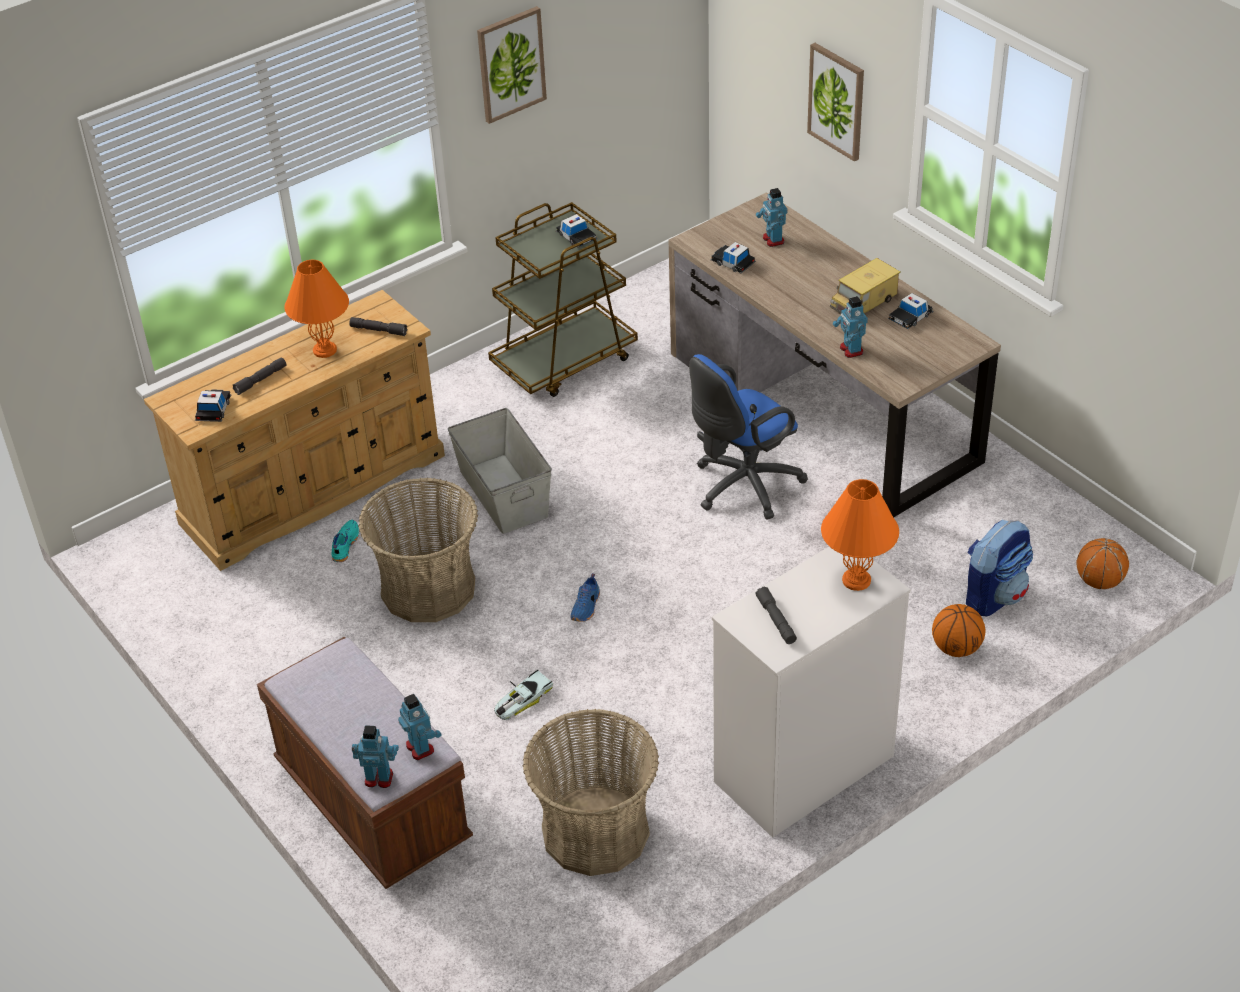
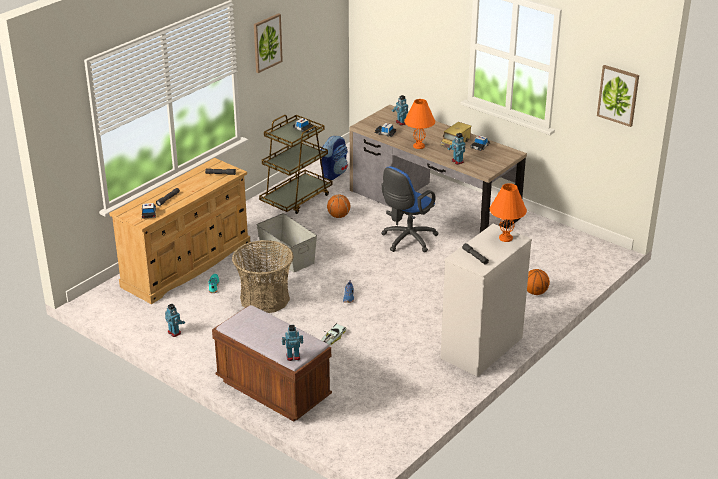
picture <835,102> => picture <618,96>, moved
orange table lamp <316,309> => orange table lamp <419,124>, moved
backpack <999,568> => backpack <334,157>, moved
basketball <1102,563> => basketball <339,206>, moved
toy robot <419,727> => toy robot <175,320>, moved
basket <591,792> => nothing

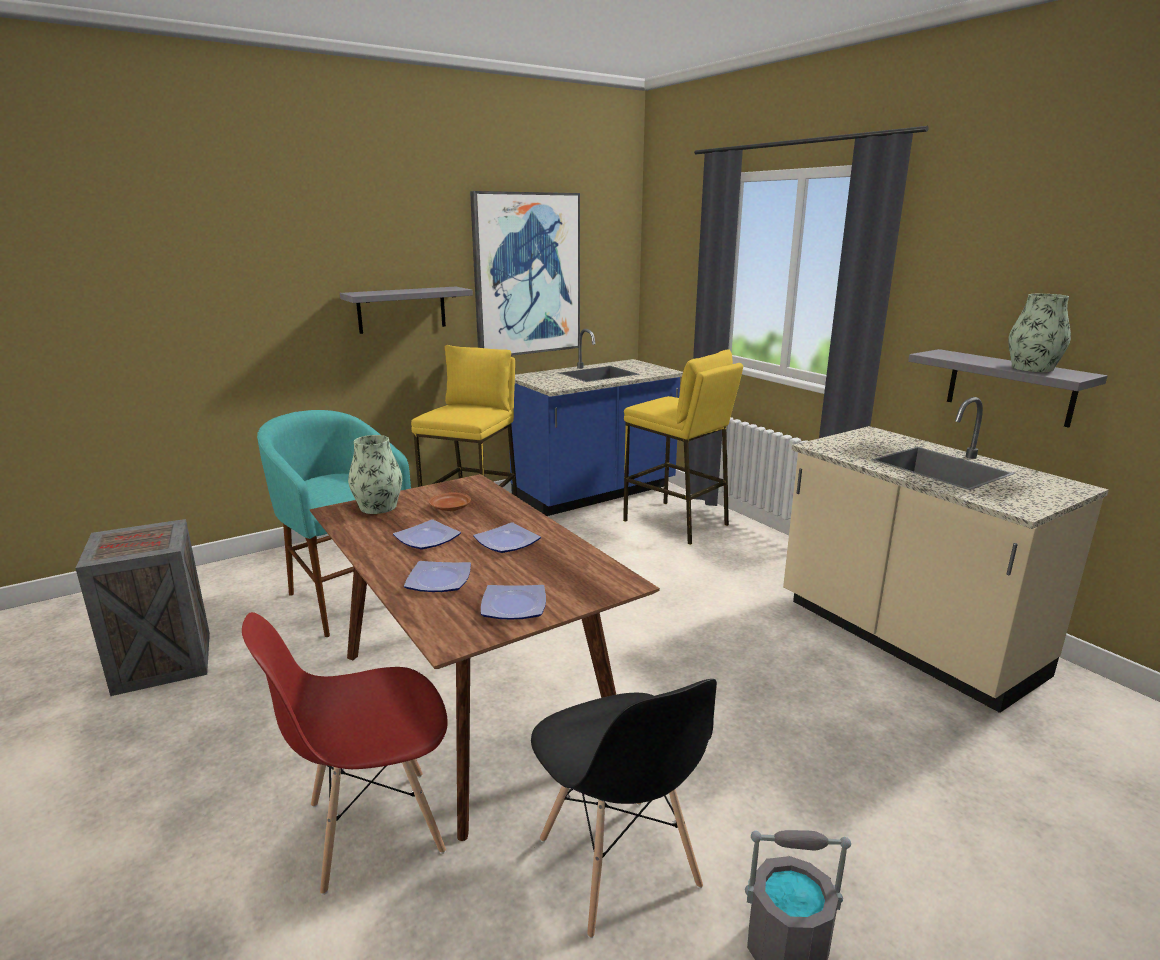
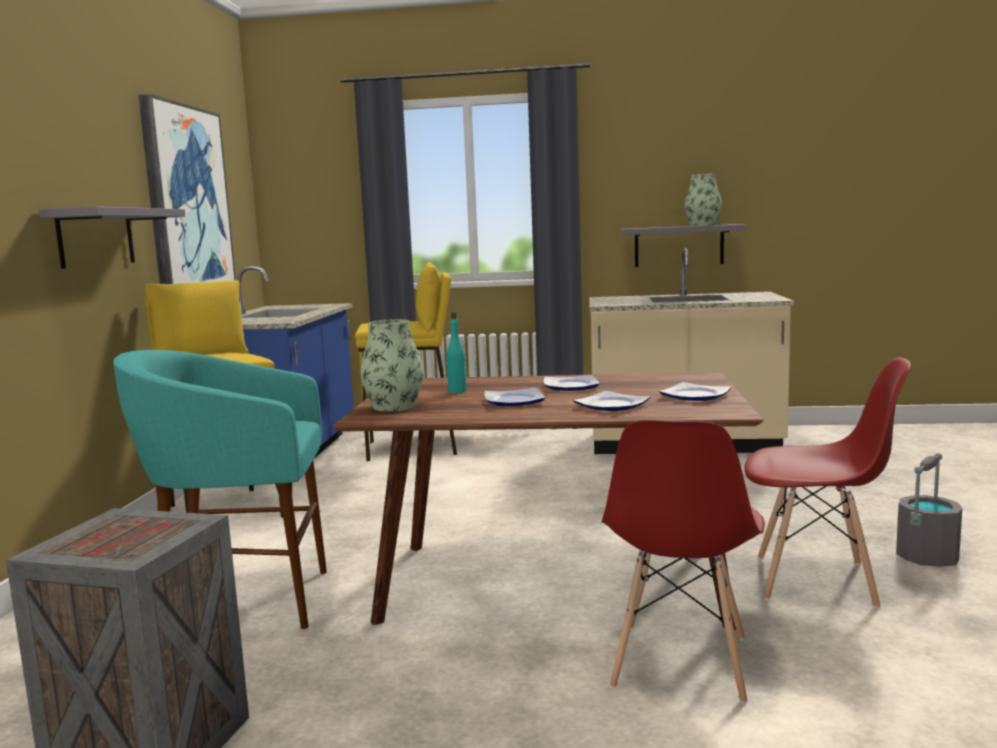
brown plate <450,501> => turquoise bottle <456,352>
black chair <624,808> => red chair <827,483>

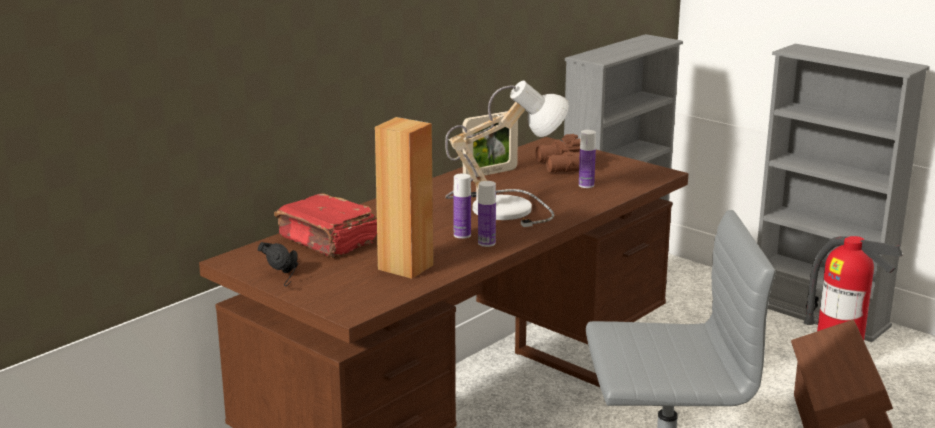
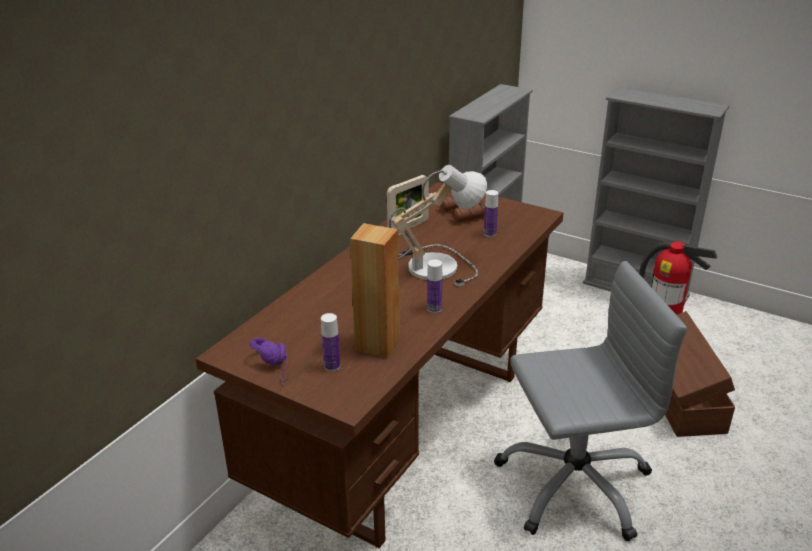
bottle <462,206> => bottle <330,342>, moved
red book <325,225> => nothing
black headphones <277,264> => purple headphones <269,360>

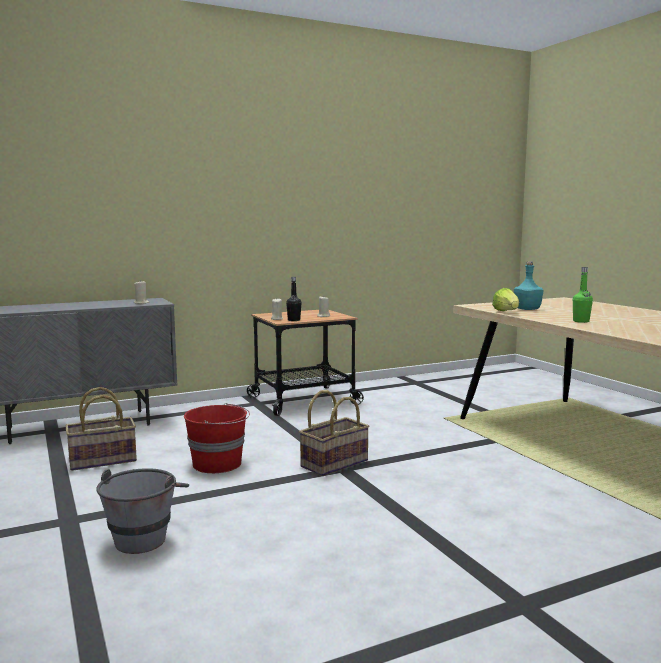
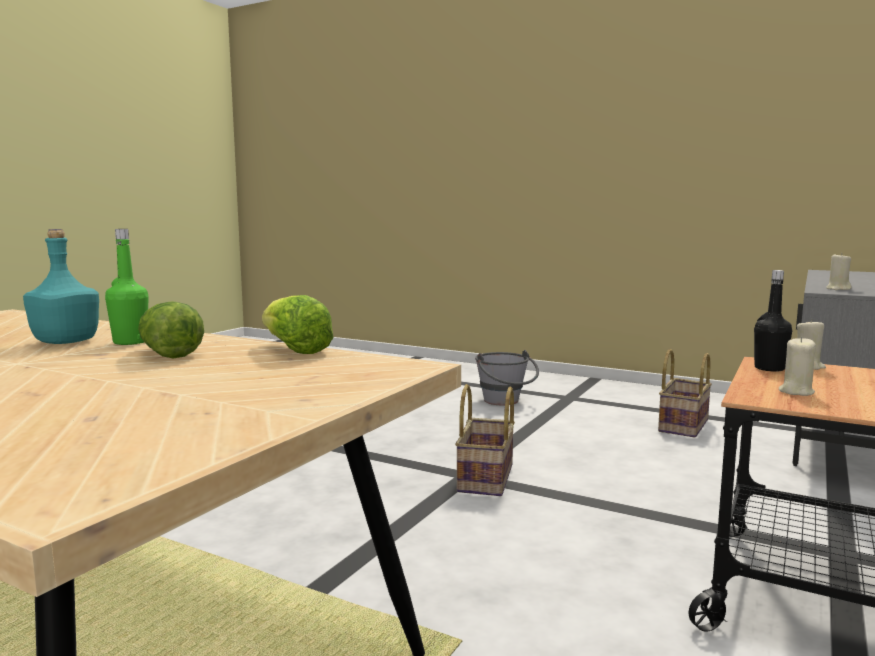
turquoise bottle <528,285> => turquoise bottle <61,286>, moved
red bucket <217,438> => nothing
nothing => lettuce <171,330>

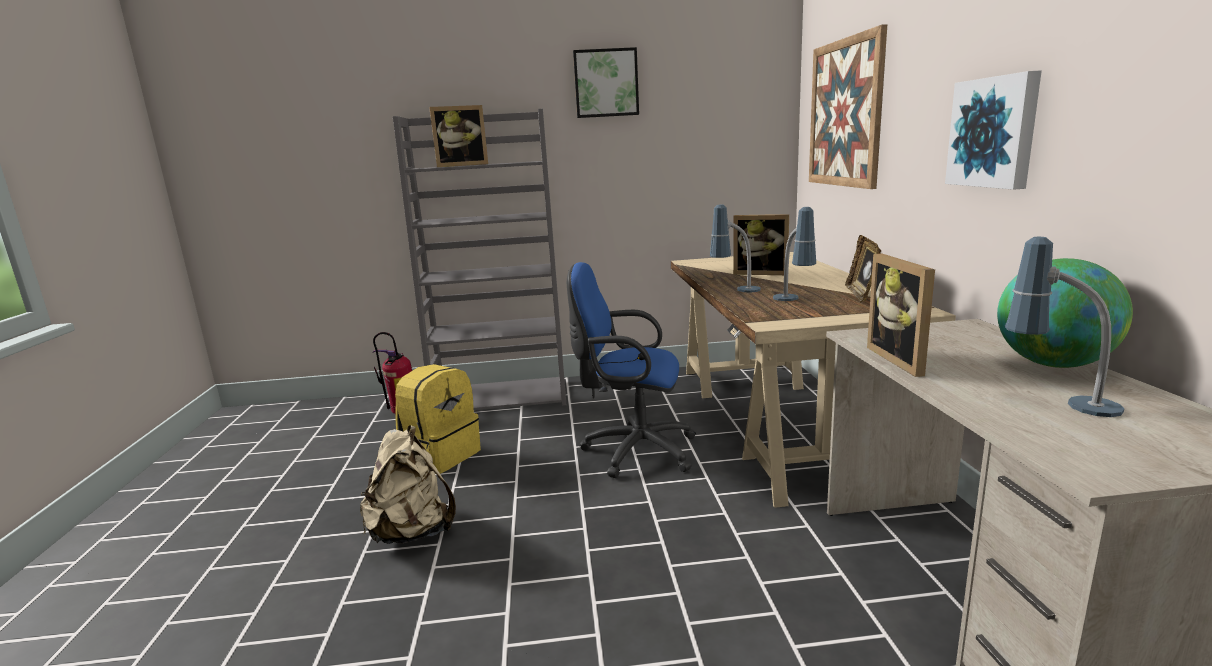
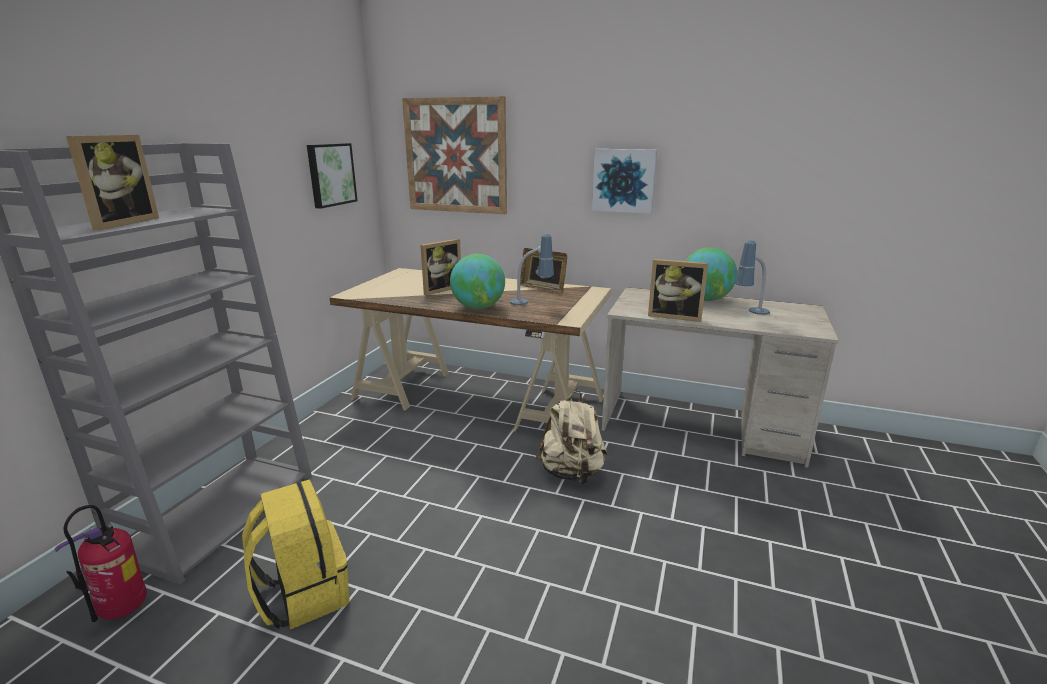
picture <606,82> => picture <332,176>, moved
table lamp <735,248> => globe <477,281>
blue office chair <631,370> => nothing
beige backpack <408,484> => beige backpack <572,437>, moved

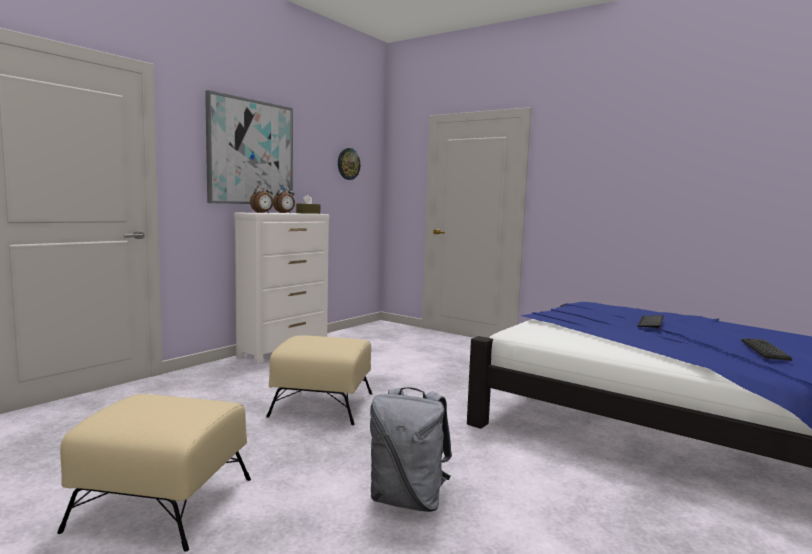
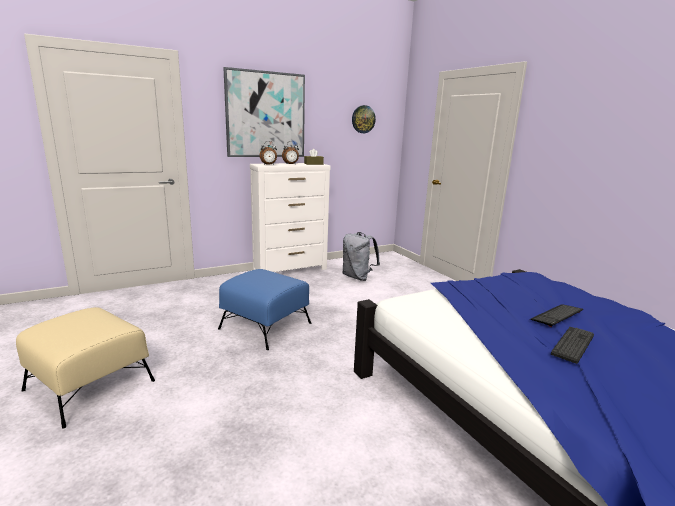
beige ottoman <319,380> => blue ottoman <264,309>
keyboard <766,349> => keyboard <572,345>, moved
grey backpack <411,449> => grey backpack <361,256>, moved

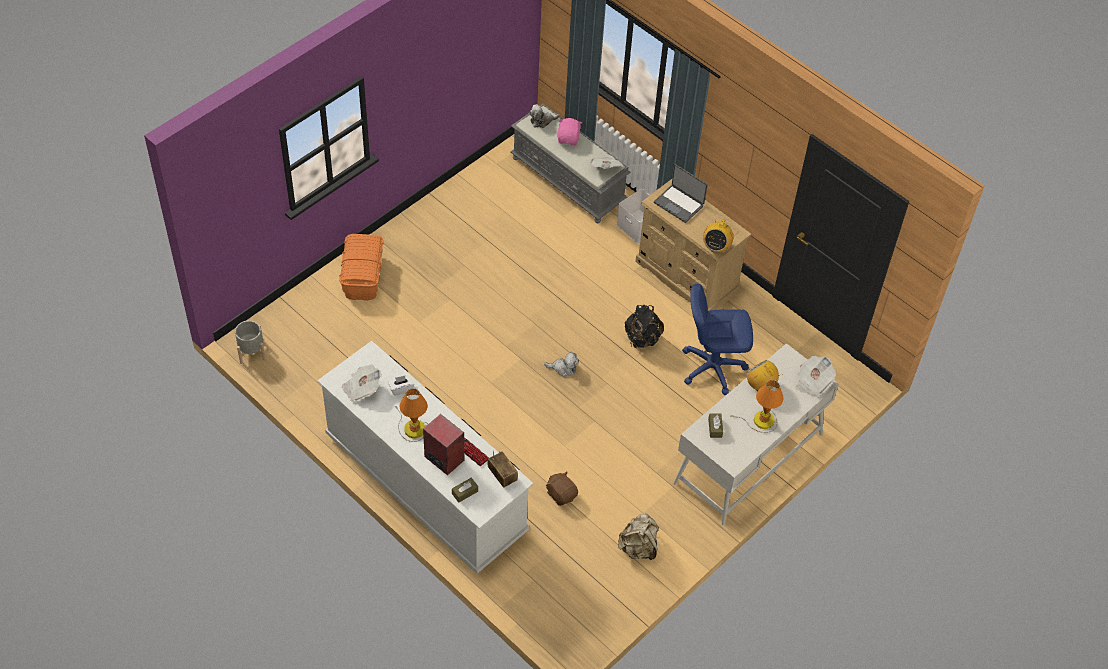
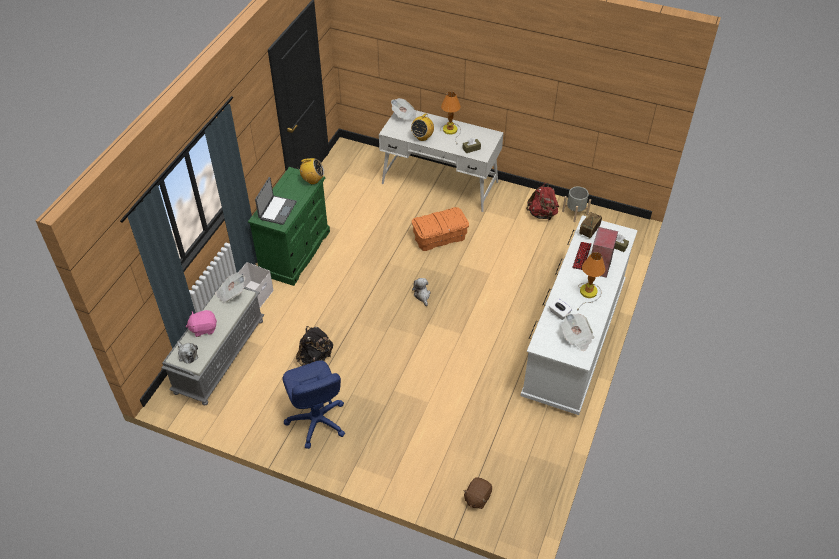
beige dresser <693,244> => green dresser <289,226>
orange storage box <361,267> => orange storage box <440,229>, moved
blue office chair <717,339> => blue office chair <314,404>, moved
black backpack <644,327> => black backpack <314,346>, moved
grey planter <250,342> => grey planter <576,204>, moved
brown plush toy <562,488> => brown plush toy <477,493>, moved
beige backpack <638,536> => red backpack <542,201>

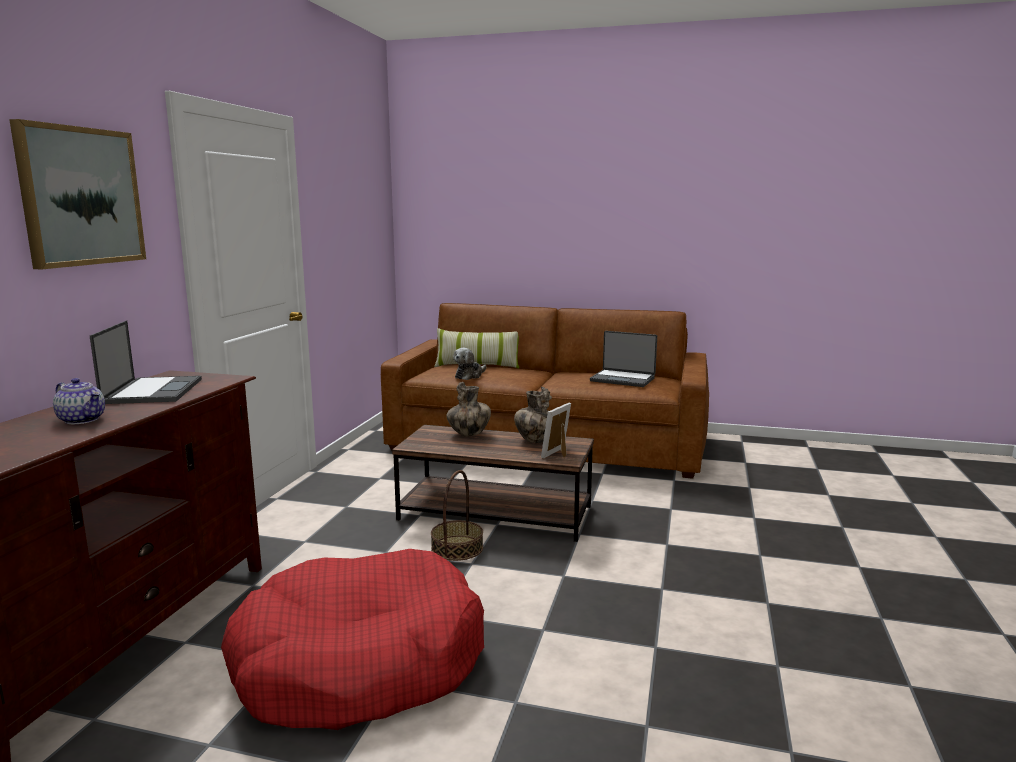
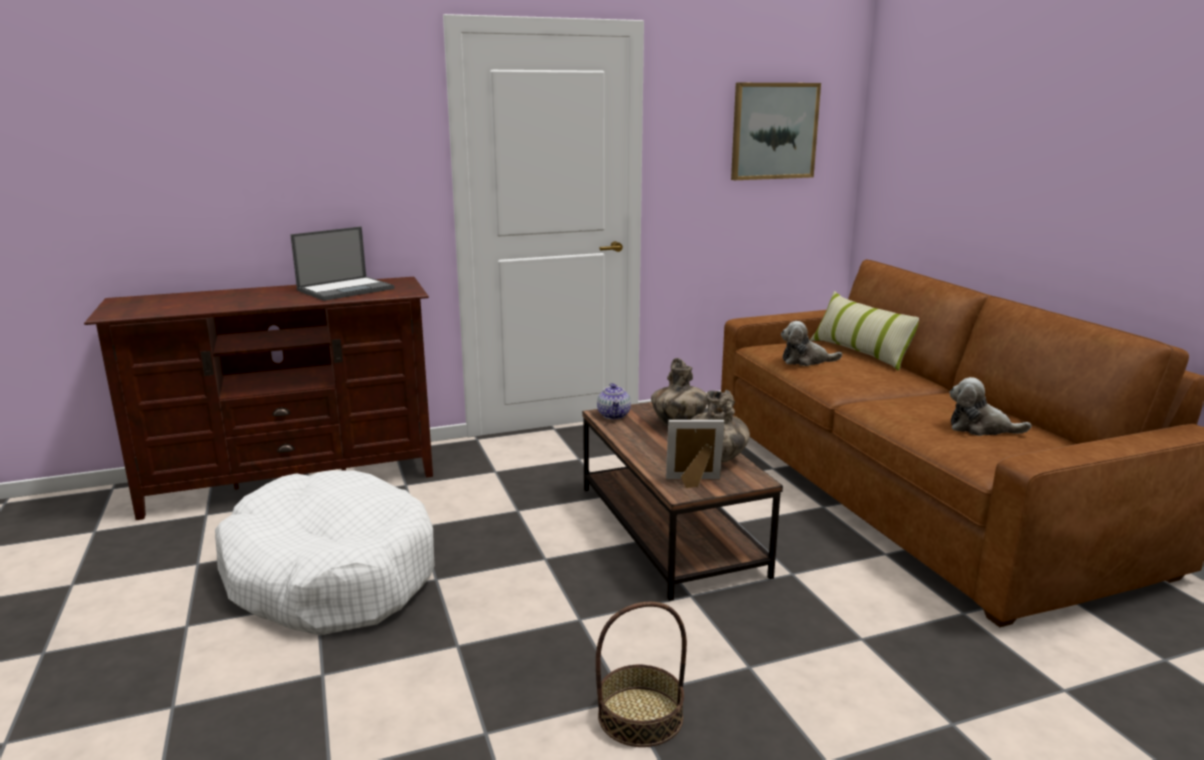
picture <77,194> => picture <776,131>, moved
laptop <623,359> => plush toy <990,406>
teapot <79,401> => teapot <614,401>, moved
basket <457,515> => basket <641,674>, moved
red dog bed <352,639> => white dog bed <325,553>

